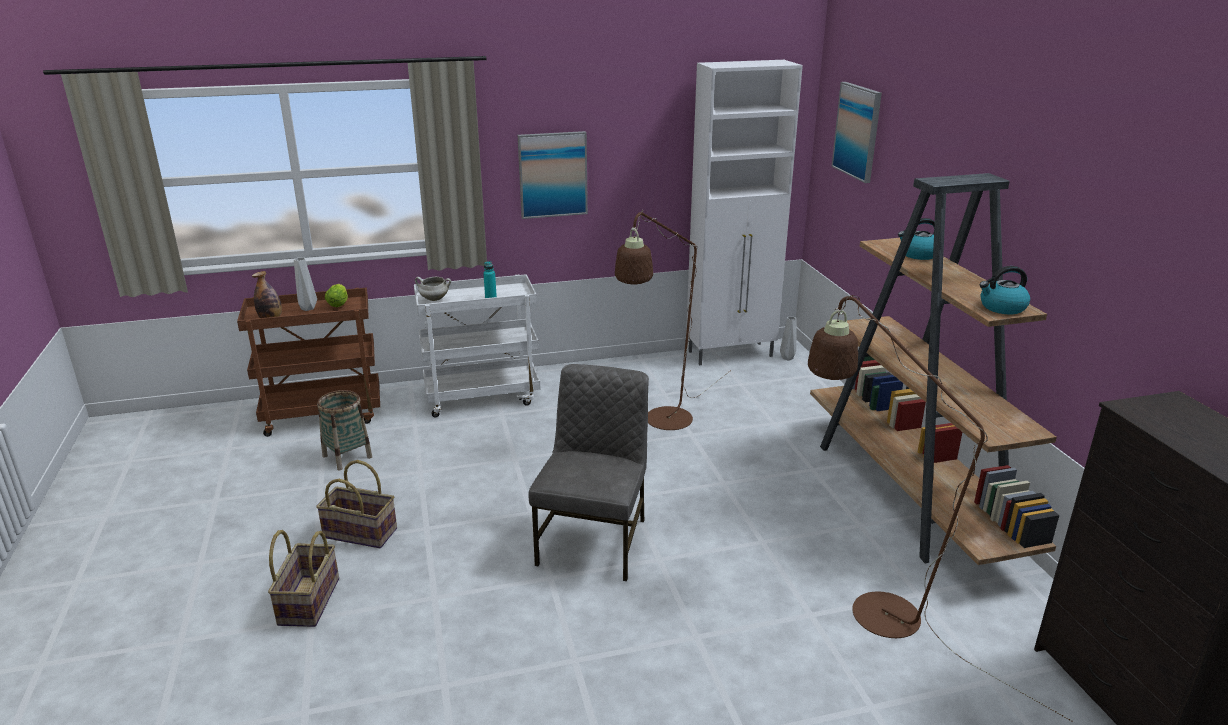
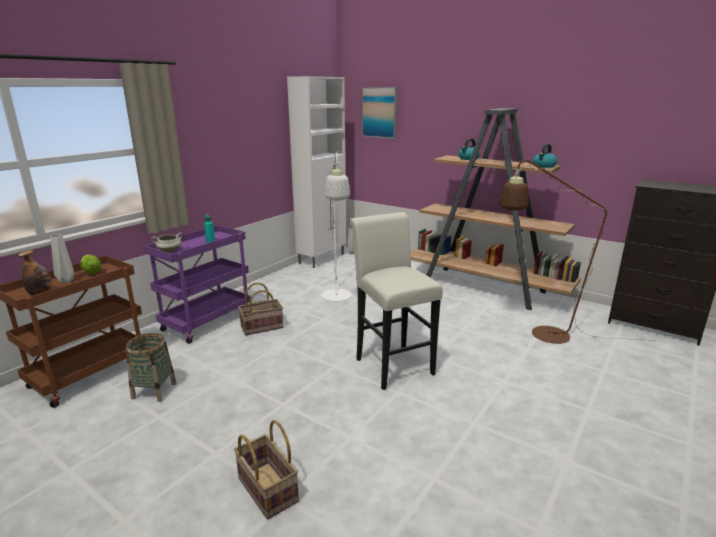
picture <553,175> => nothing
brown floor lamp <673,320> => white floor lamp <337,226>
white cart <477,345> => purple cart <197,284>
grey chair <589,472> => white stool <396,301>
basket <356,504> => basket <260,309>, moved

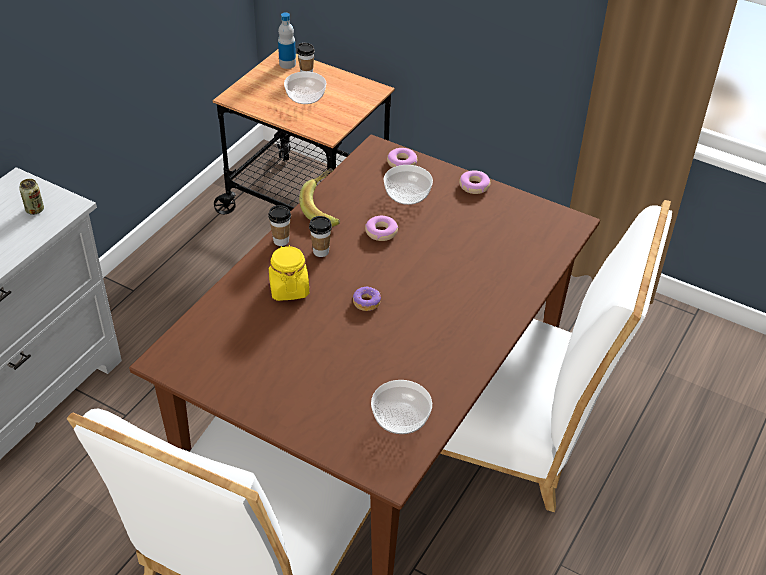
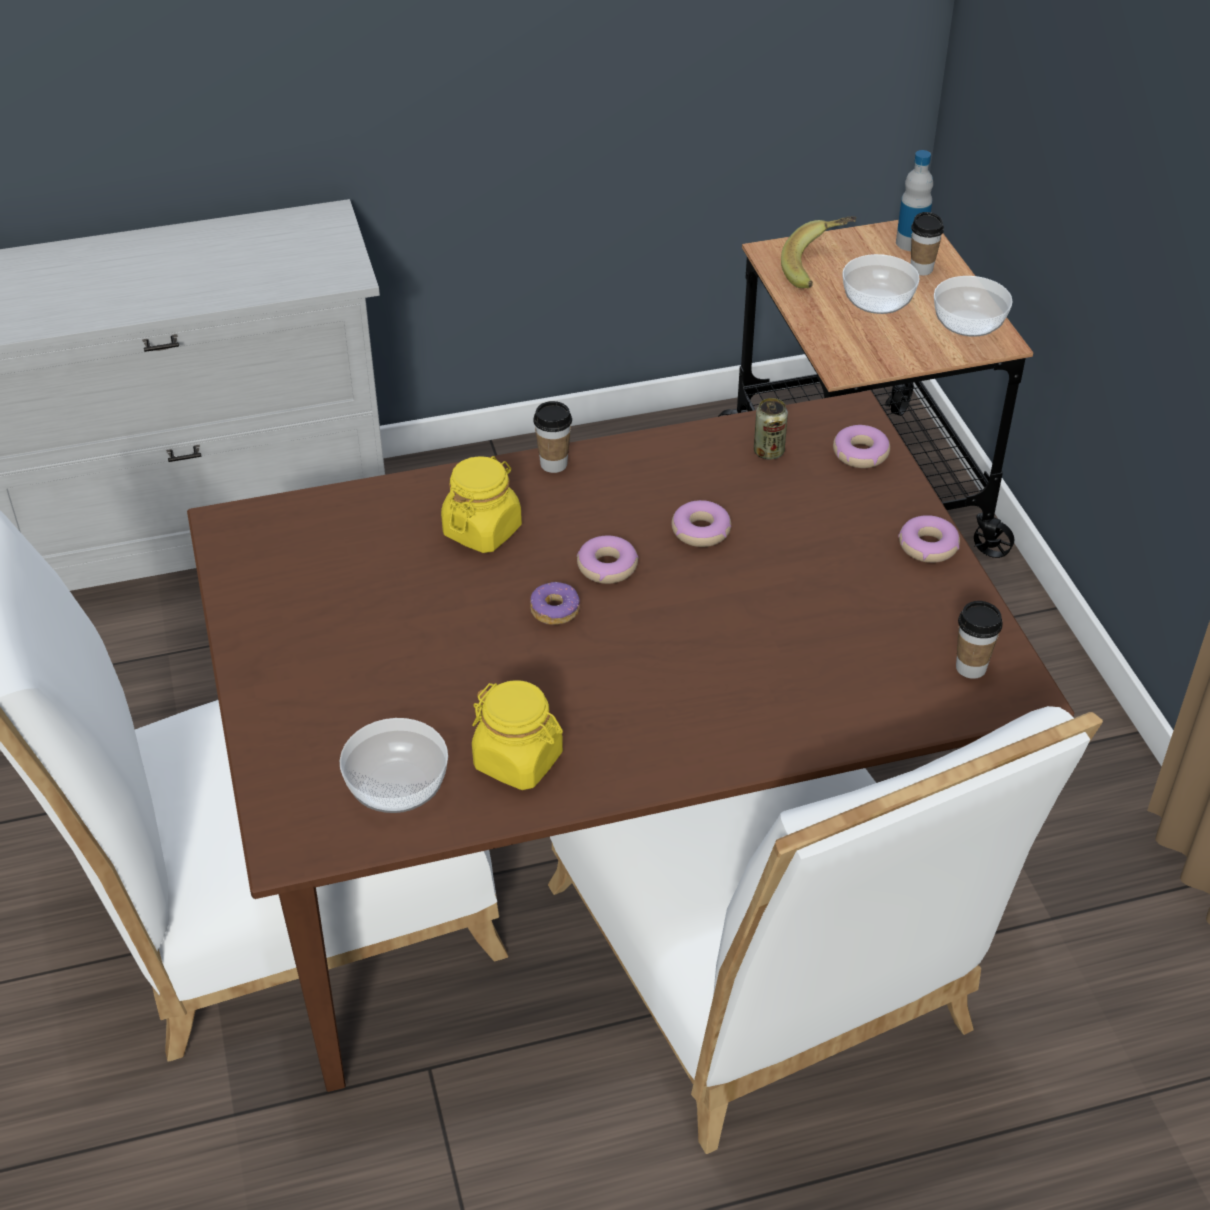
bowl <408,185> => bowl <973,306>, moved
banana <319,197> => banana <818,252>, moved
can <31,197> => can <771,429>, moved
cup <320,236> => cup <979,640>, moved
nothing => donut <608,560>
nothing => yellow jar <517,735>

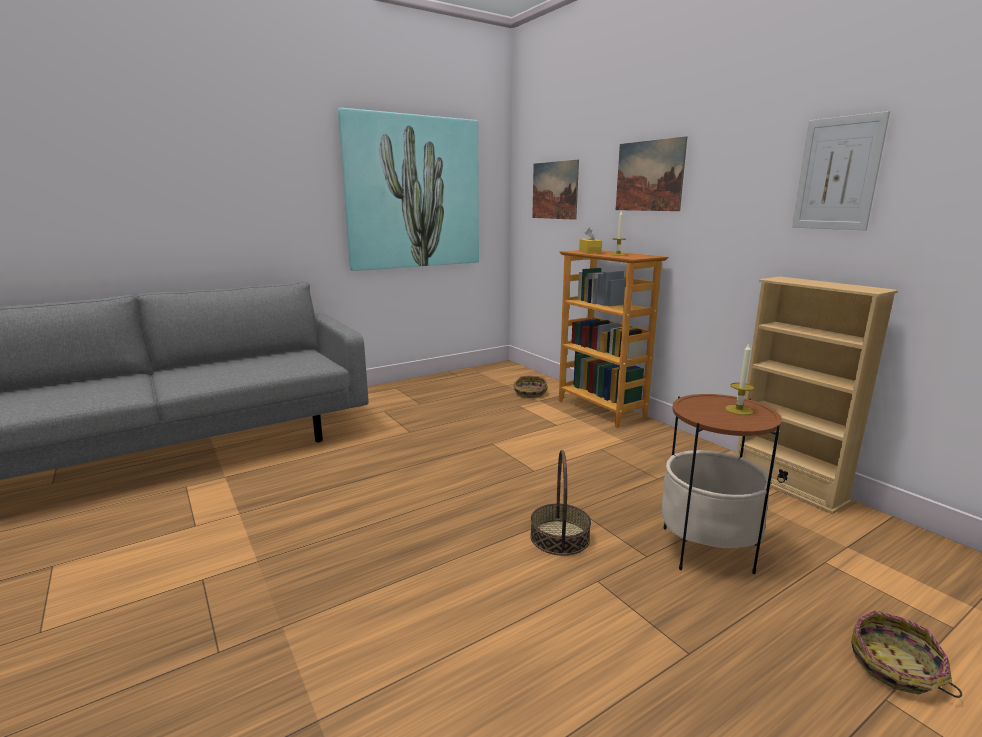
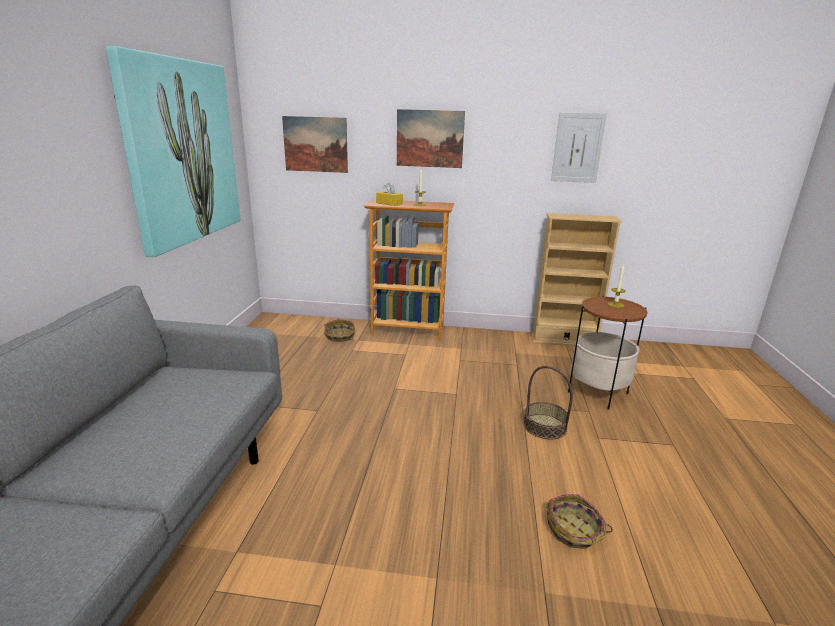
basket <906,654> => basket <579,521>, moved

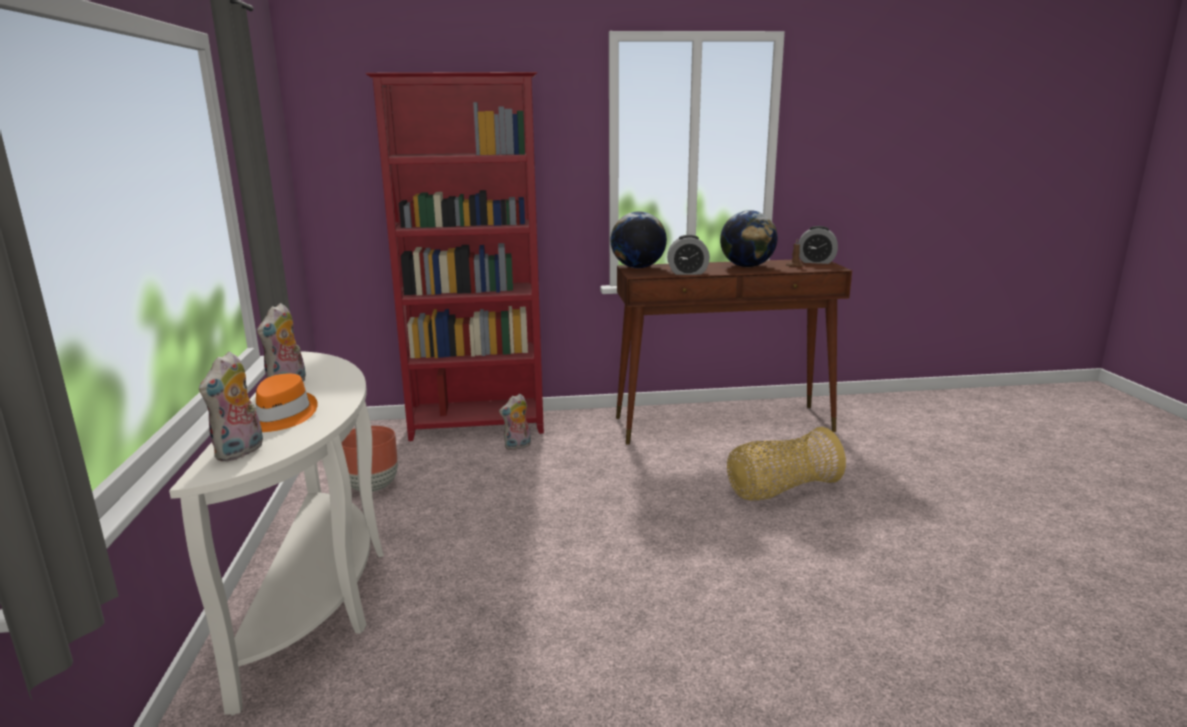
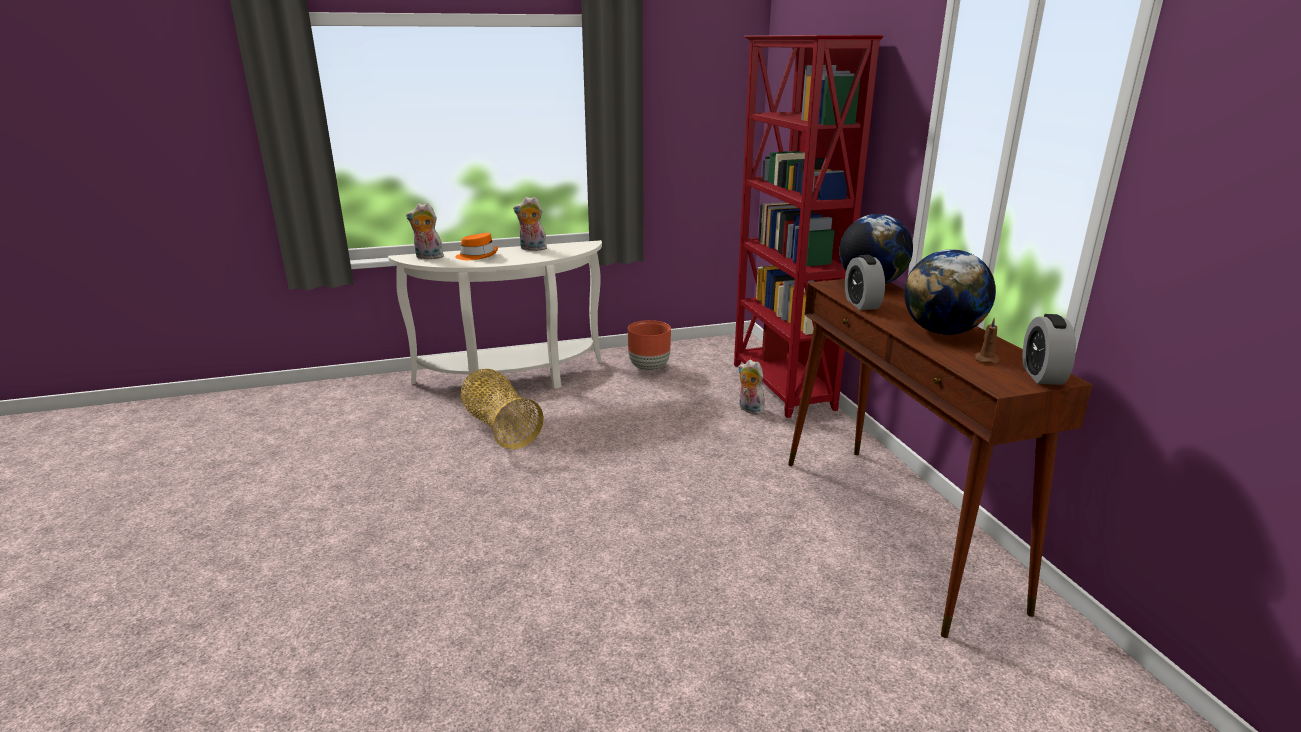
basket <786,464> => basket <502,409>, moved

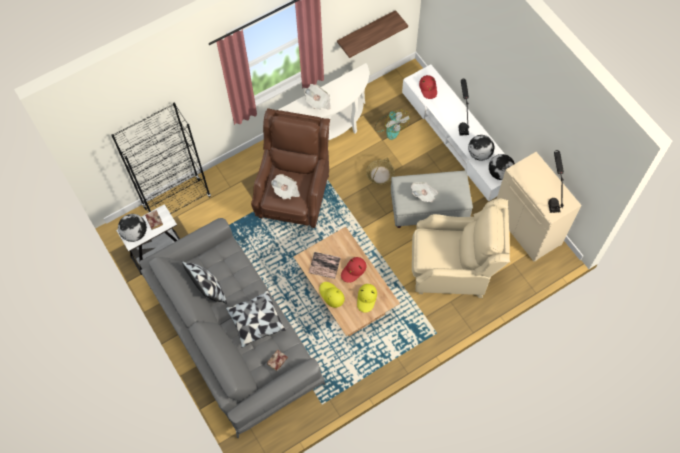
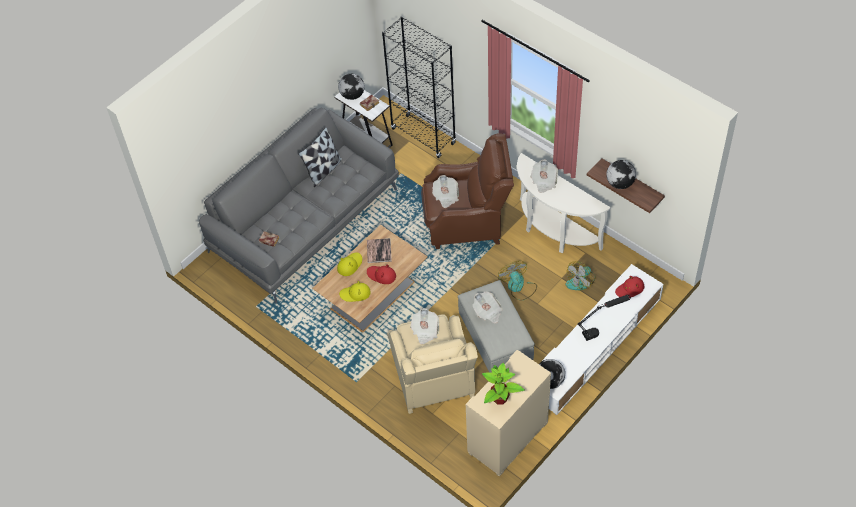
globe <481,148> => globe <621,174>, moved
black table lamp <556,181> => potted plant <503,383>
basket <380,171> => fan <517,281>
pillow <255,319> => nothing
nothing => newspaper <424,326>

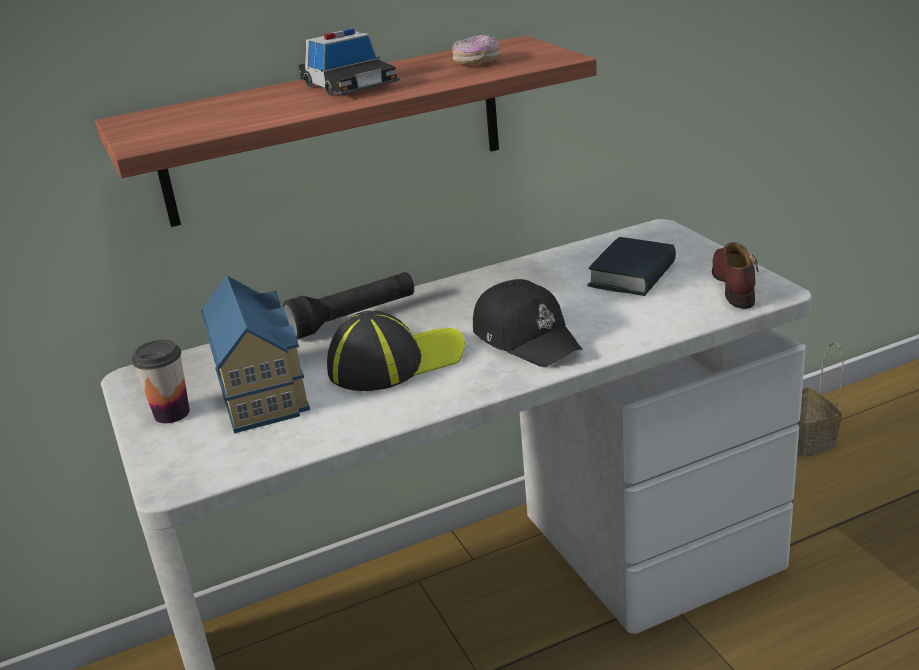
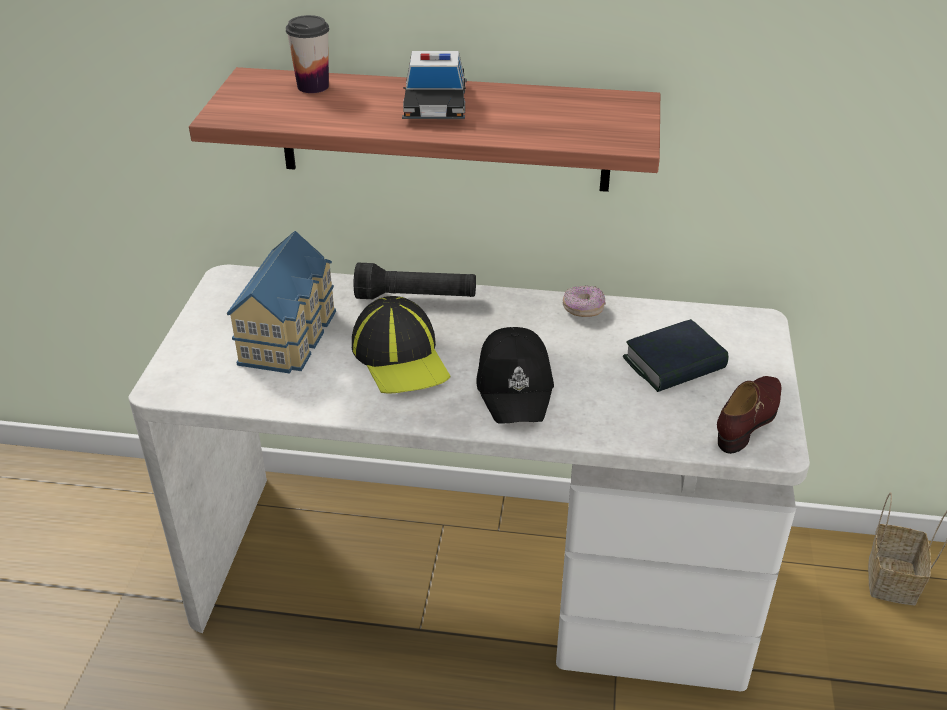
donut <476,49> => donut <584,301>, moved
cap <396,350> => cap <401,345>, 60 degrees clockwise
cup <161,381> => cup <307,54>, moved

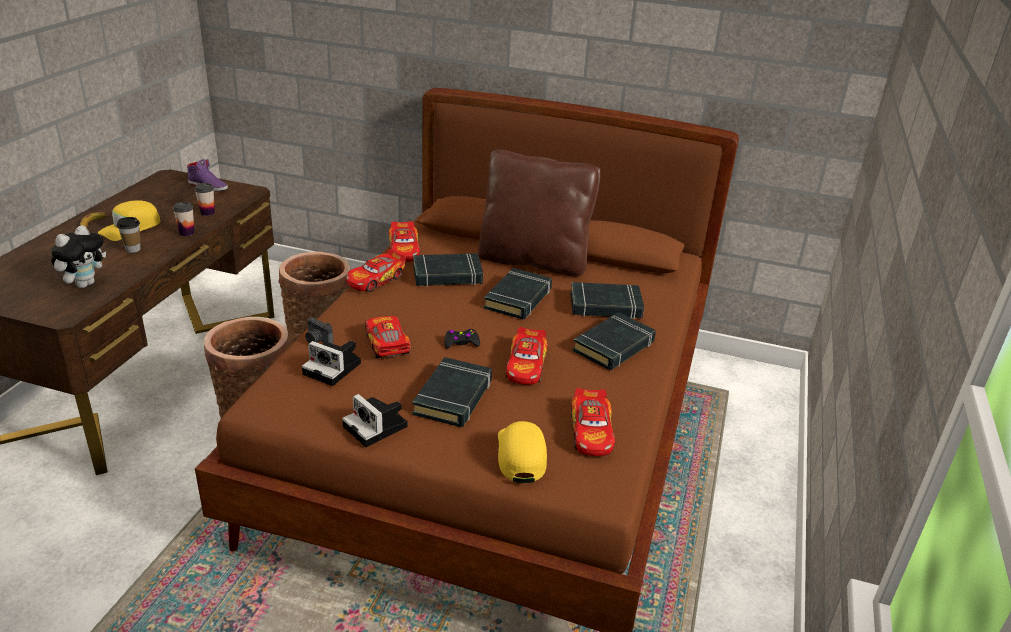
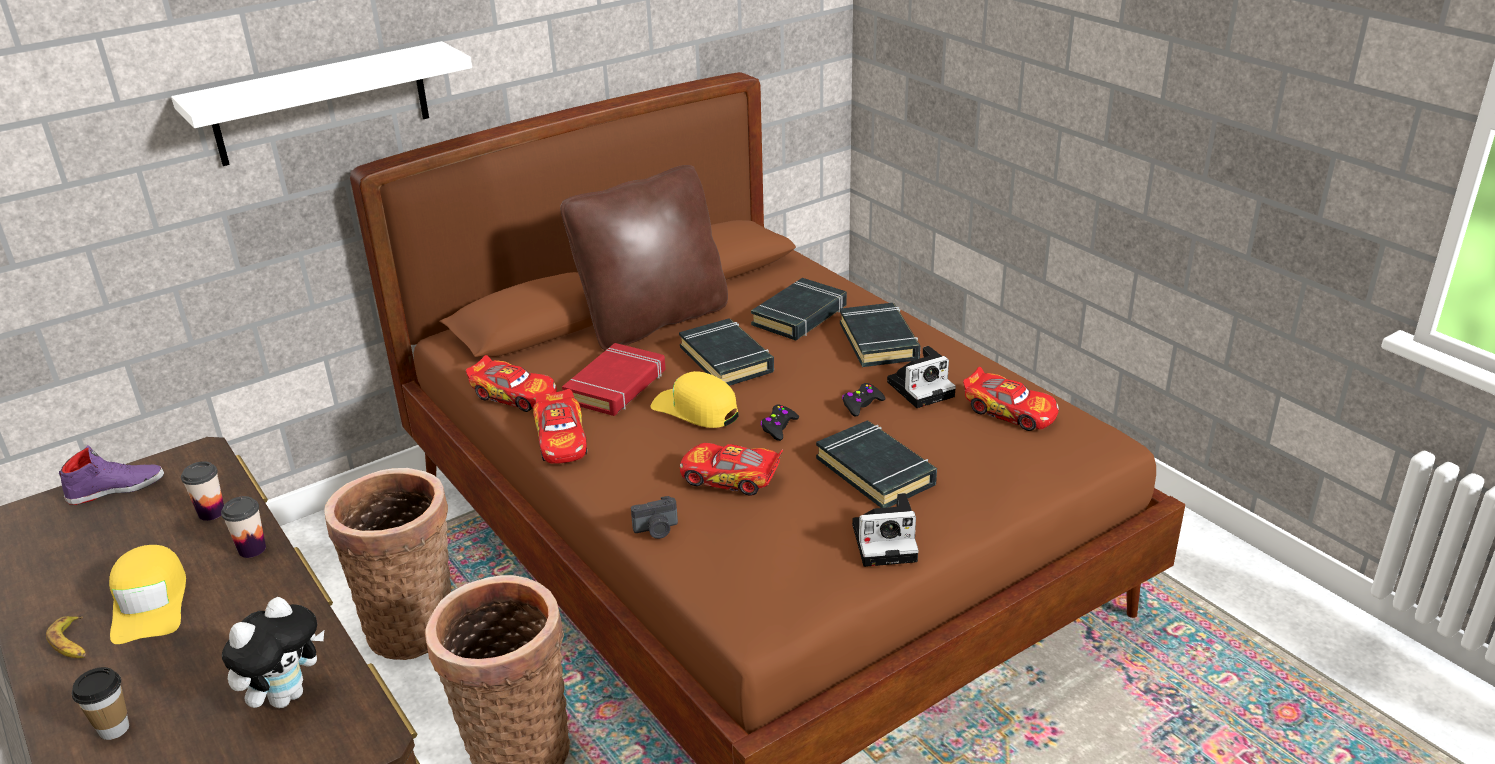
cup <129,235> => cup <100,703>, moved
plush toy <78,256> => plush toy <273,652>, 60 degrees clockwise
black book <448,270> => red book <614,379>
toy car <527,356> => black game controller <863,399>
photo camera <331,363> => photo camera <921,377>, moved
yellow cap <522,452> => yellow cap <694,399>, moved
nothing => white shelf <321,103>

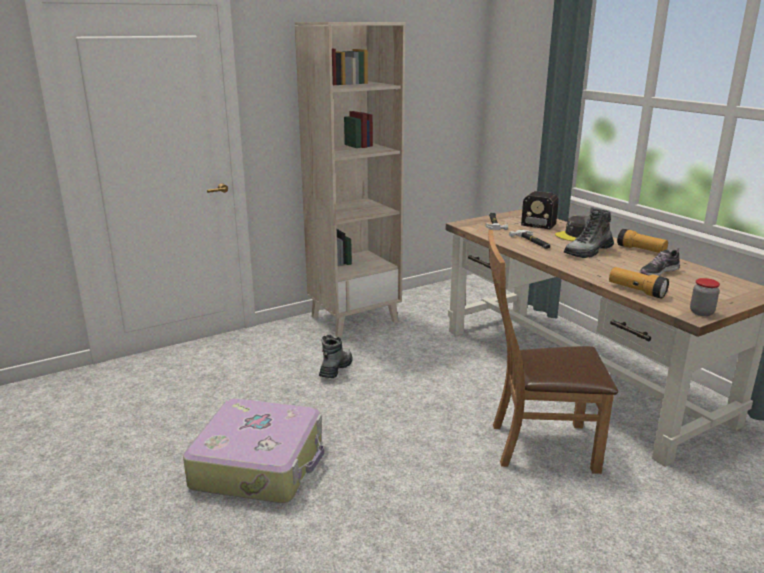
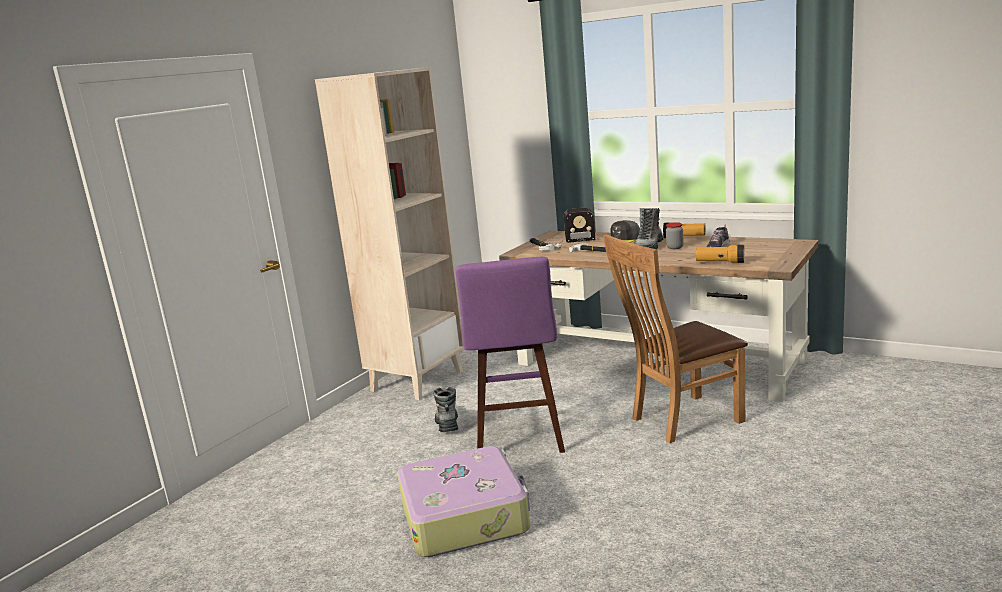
jar <705,297> => jar <675,235>, moved
nothing => purple stool <510,355>

